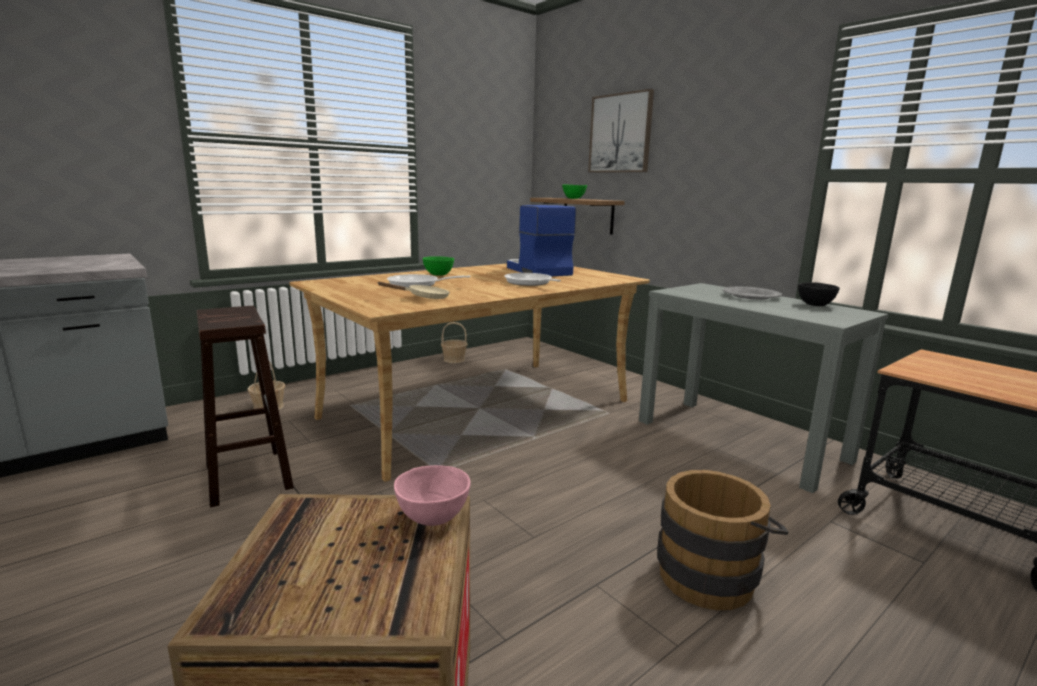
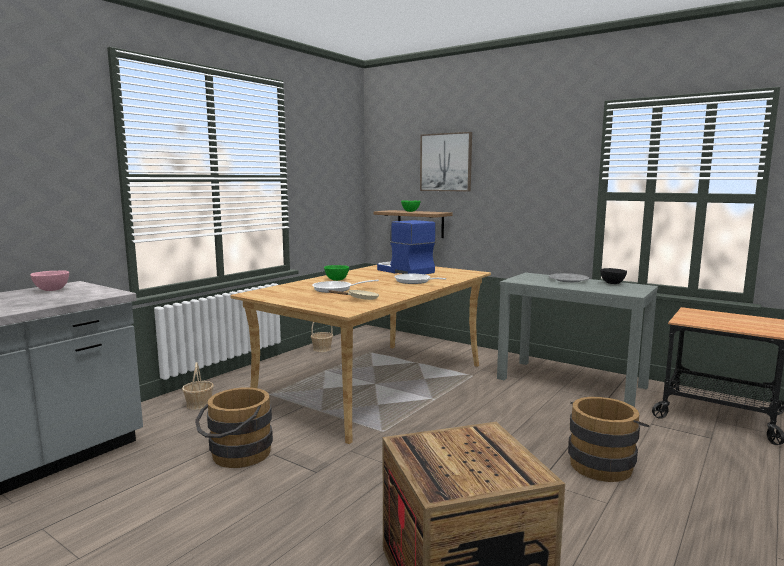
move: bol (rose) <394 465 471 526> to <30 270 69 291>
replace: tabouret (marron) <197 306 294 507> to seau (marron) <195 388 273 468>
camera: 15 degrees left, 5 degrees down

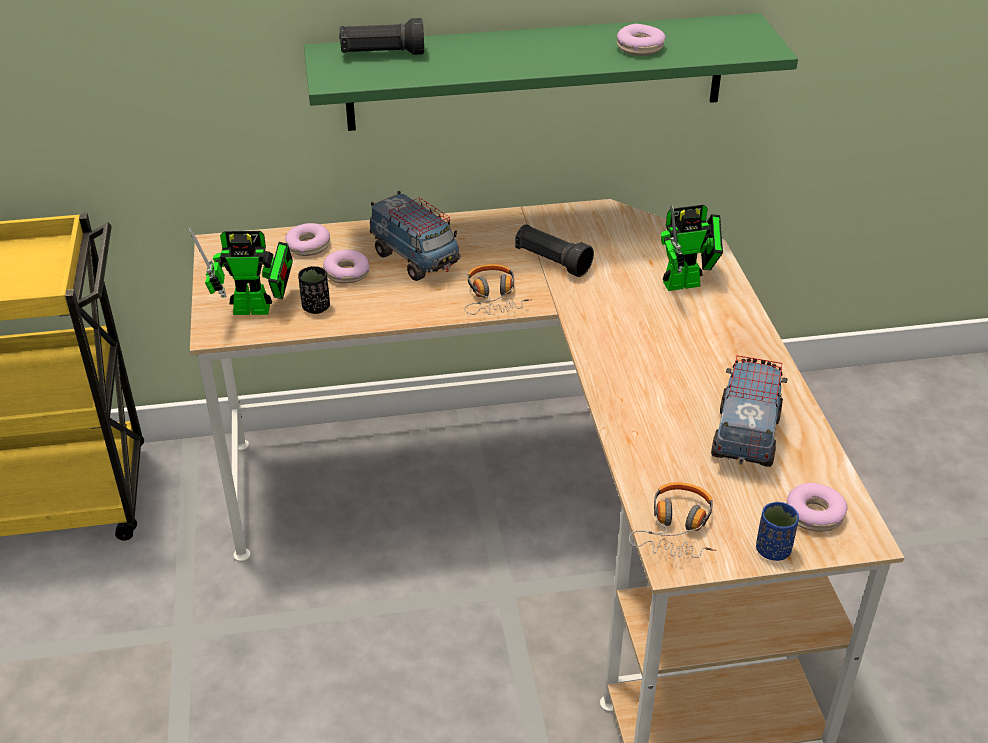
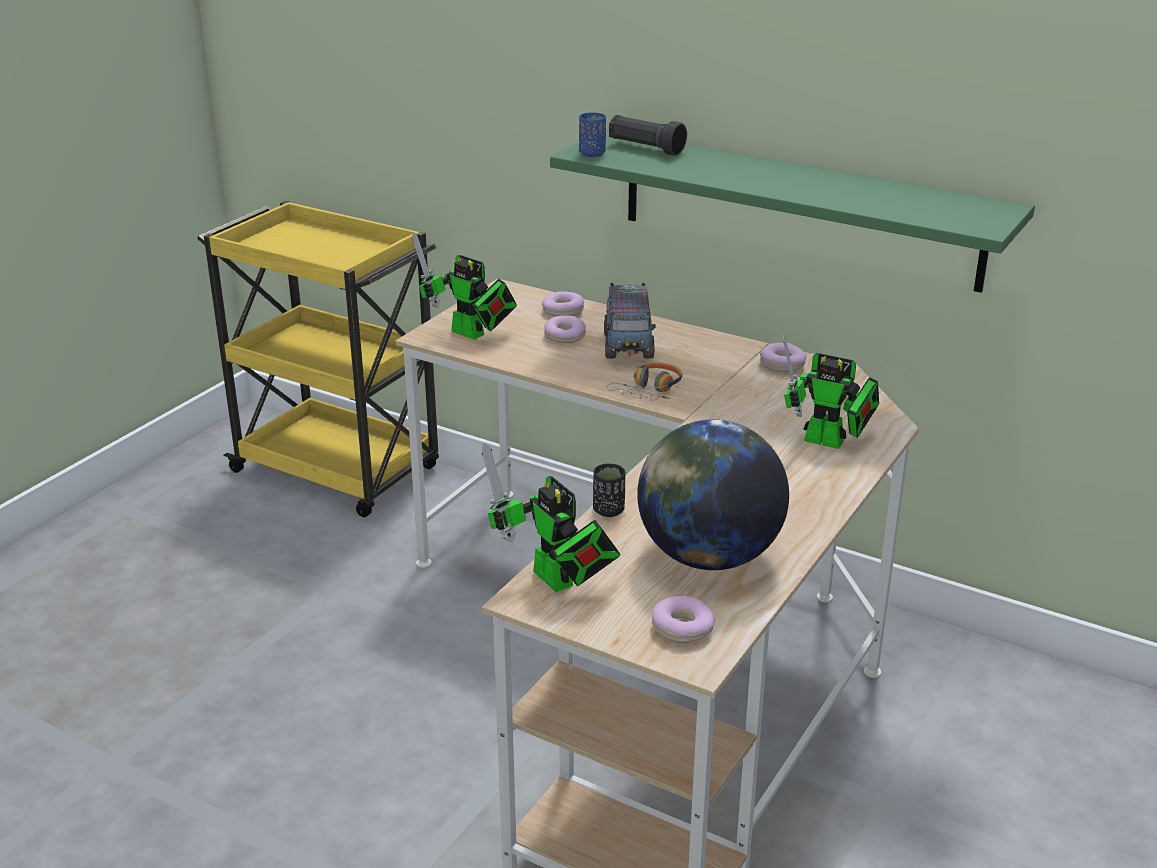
delete: lampe de poche (noir) <515 224 594 277>
move: tasse (bleu) <756 502 799 561> to <579 112 606 157>; tasse (noir) <298 266 330 314> to <593 464 626 517>; beignet <617 24 666 56> to <760 343 807 372>
replace: casque audio <629 482 717 558> to robot jouet <482 443 620 592>; camion jouet <711 355 787 467> to globe <637 420 789 570>
camera: 40 degrees right, 10 degrees down

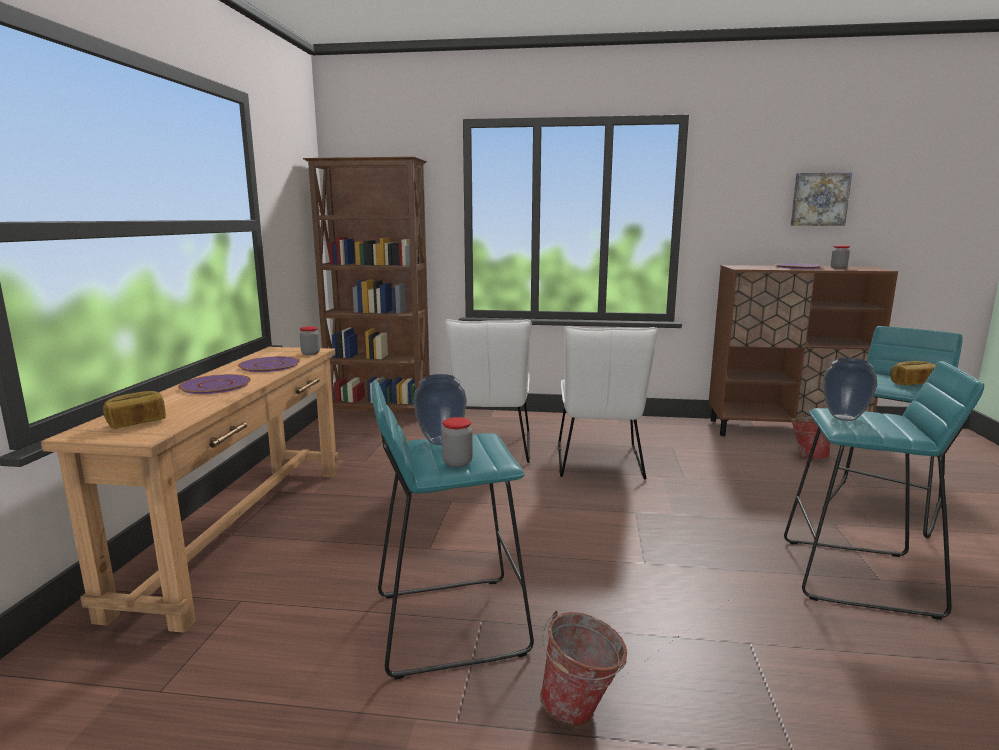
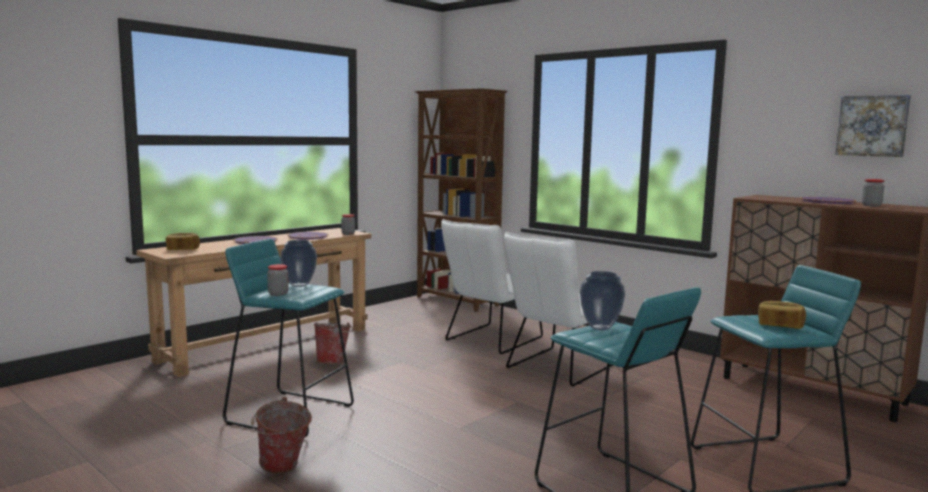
move: seau <791 414 830 460> to <314 322 353 364>
camera: 35 degrees right, 5 degrees down

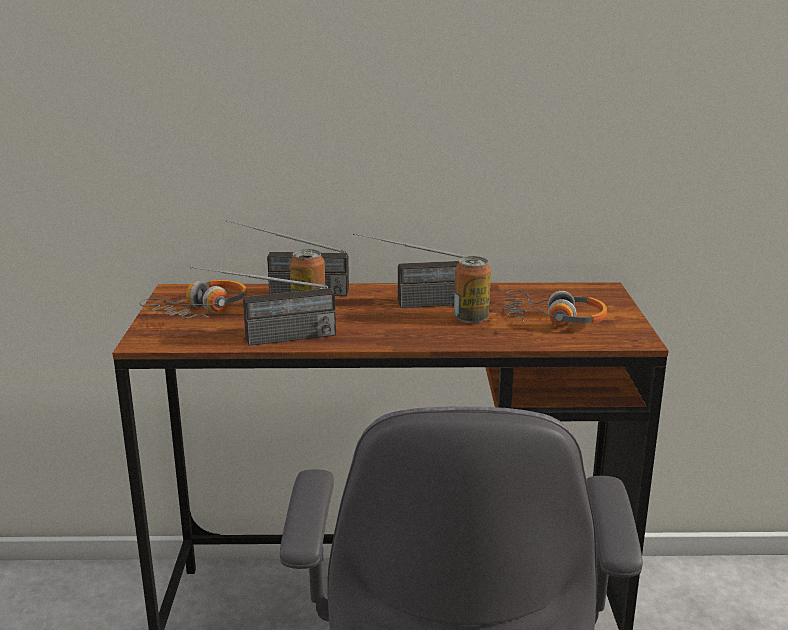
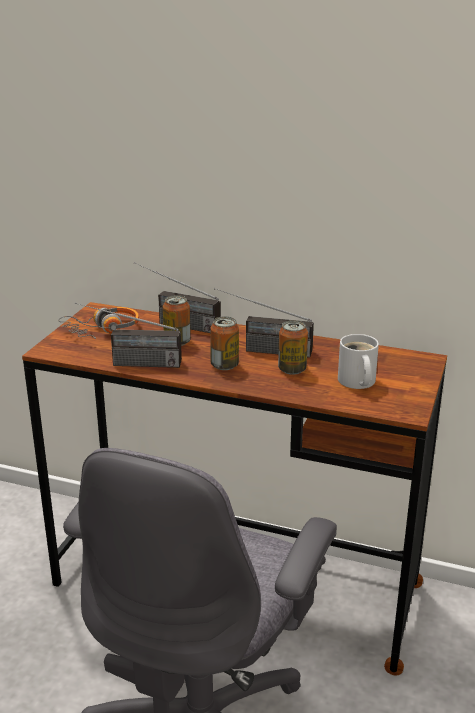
insert: boîte métallique <210 316 239 370>
replace: casque audio <502 290 607 327> to mug (blanc) <338 334 379 389>
camera: 20 degrees right, 5 degrees up

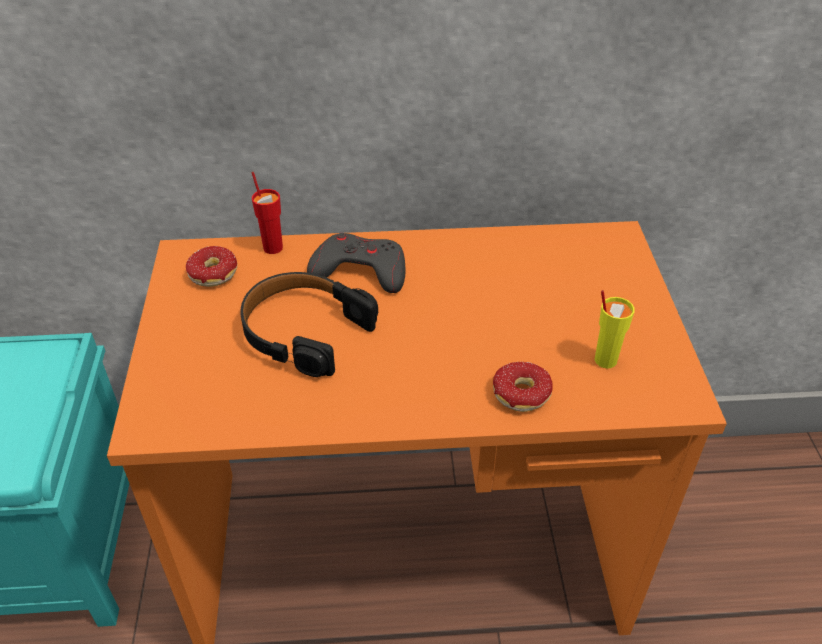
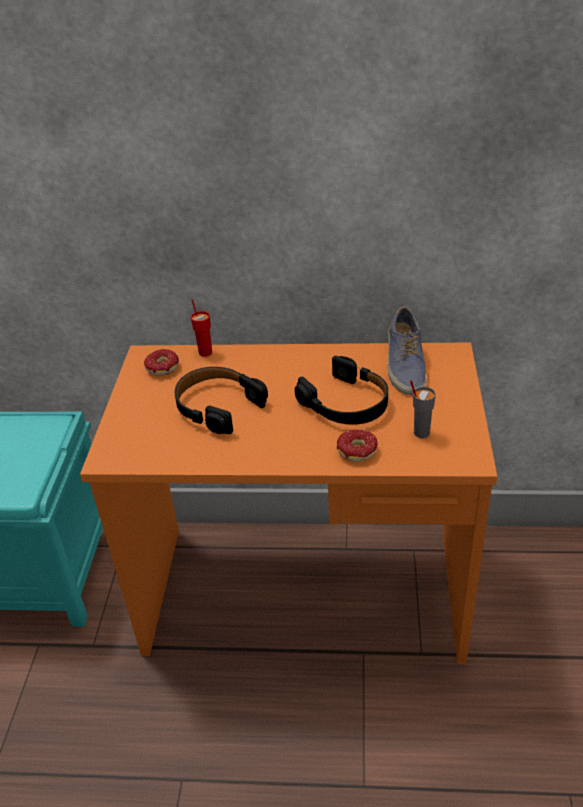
delete: manette (gris) <307 233 405 293>
insert: casque audio (noir) <295 356 388 425>; chaussure <388 306 427 395>
recolor: tasse (jaune) <595 290 635 369> to tasse (gris) <410 380 436 438>
camera: 10 degrees right, 5 degrees down

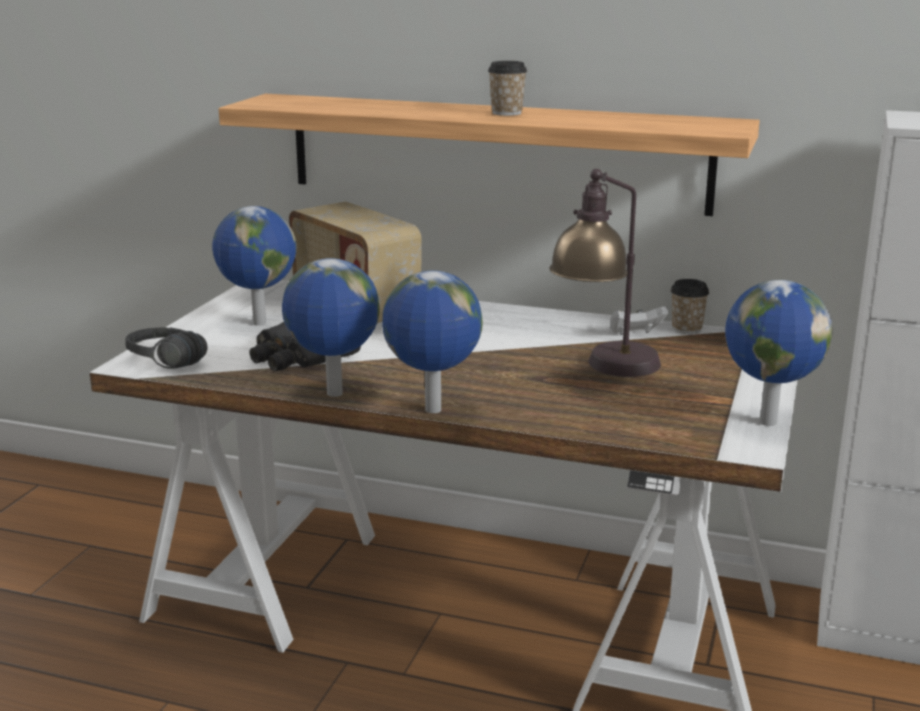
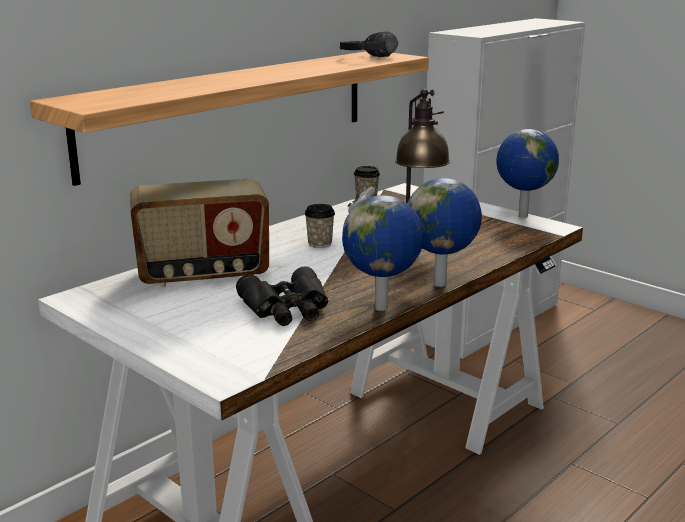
delete: globe <212 206 296 326>
move: tasse <488 61 527 116> to <304 204 335 248>; casque audio (noir) <125 328 208 369> to <340 32 398 57>
camera: 65 degrees left, 0 degrees up

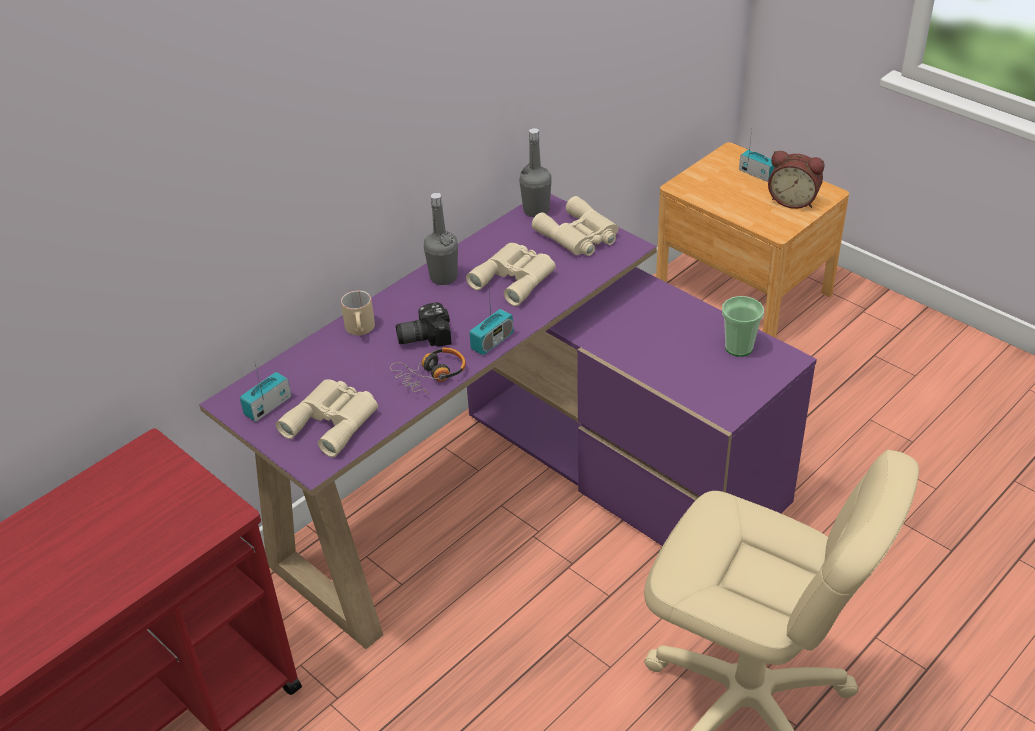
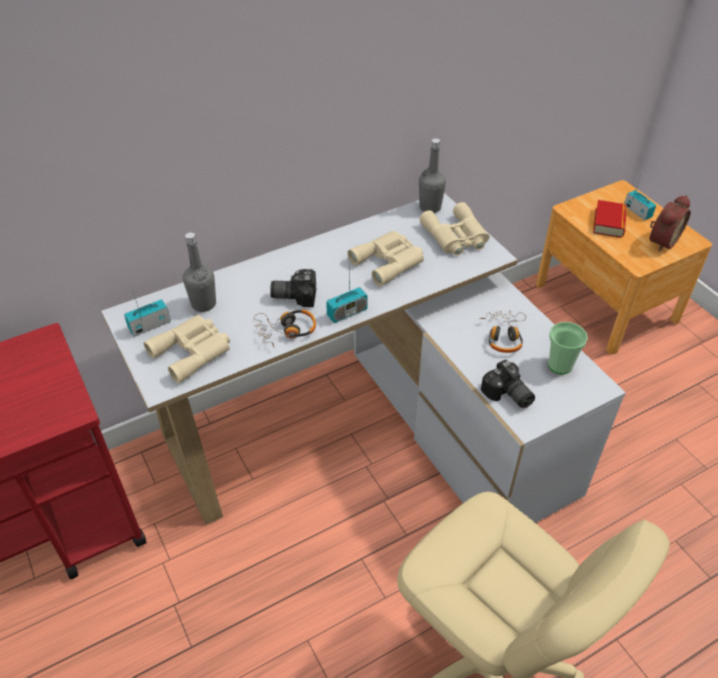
delete: mug (beige) <341 290 375 335>
insert: casque audio <479 311 526 353>; appareil photo <481 360 535 408>; livre <593 200 627 238>
move: bouteille (gris) <424 193 458 285> to <183 232 216 312>
recolor: bureau (violet) <199 194 817 649> to bureau (blanc) <101 193 626 525>
rotate: réveil <768 151 825 209> = <650 195 691 252> 90 degrees counterclockwise
camera: 15 degrees right, 5 degrees up

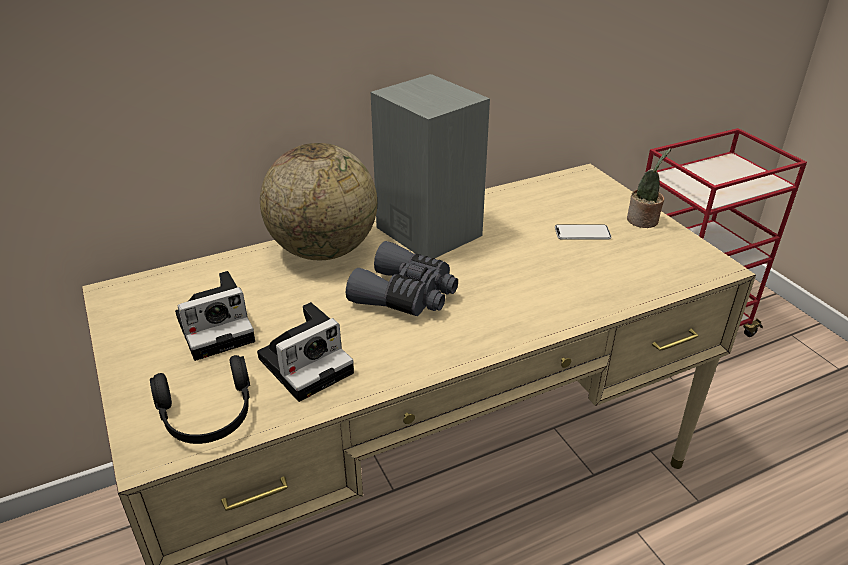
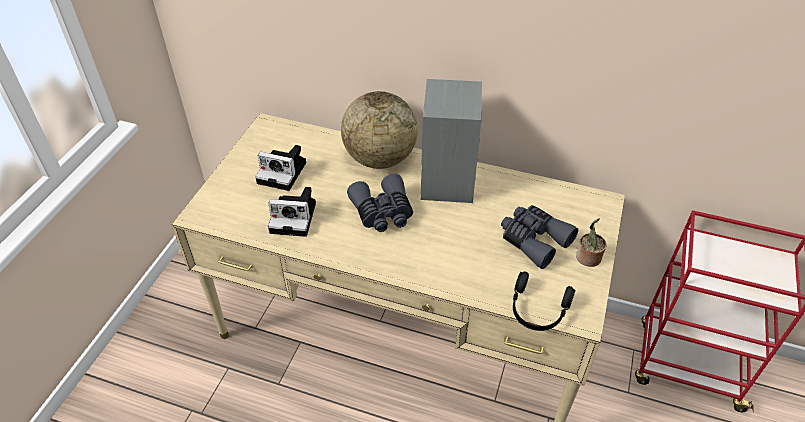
move: casque audio (noir) <150 355 250 444> to <513 271 575 331>
replace: téléphone <555 224 611 240> to jumelles (gris) <501 205 578 269>
camera: 45 degrees right, 10 degrees up

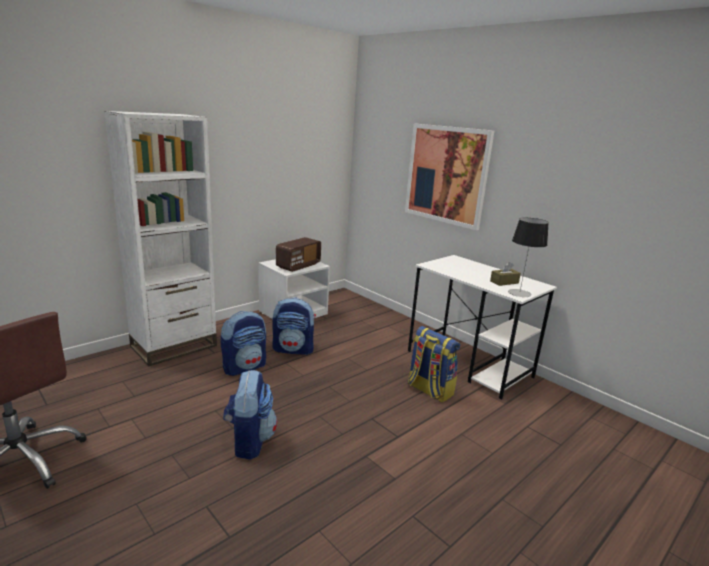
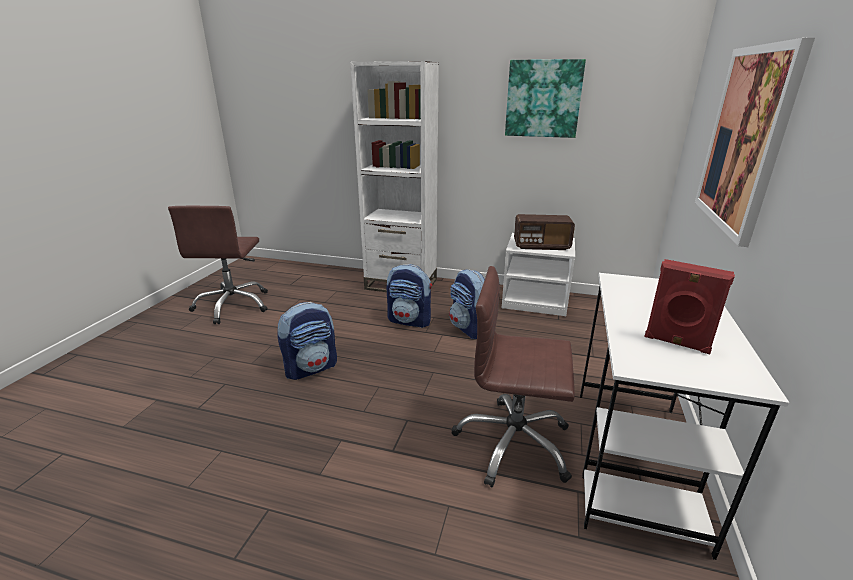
delete: lampe de table <508 217 549 297>
insert: tableau <505 59 586 138>
replace: sac à dos <408 326 460 403> to chaise de bureau (marron) <451 266 575 487>; boîte à mouchoirs (marron) <490 262 521 286> to enceinte (rouge) <644 259 735 354>
camera: 60 degrees right, 5 degrees up

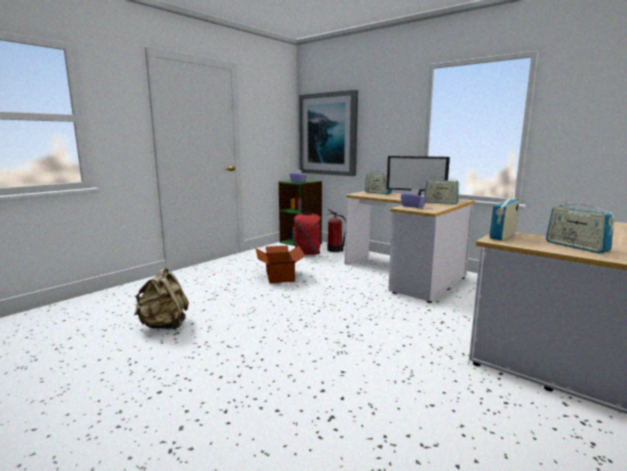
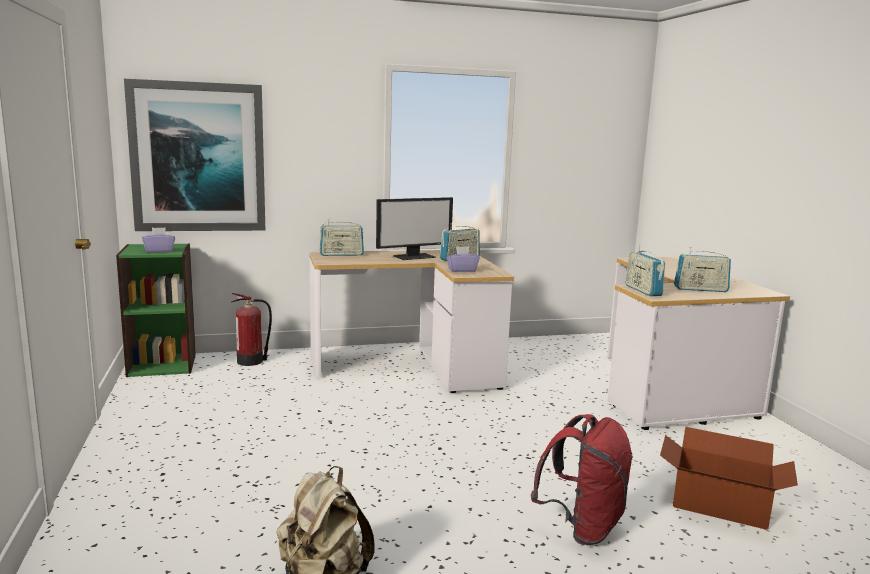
move: sac à dos (rouge) <293 212 322 255> to <531 414 633 545>; carton <256 246 305 283> to <660 427 798 530>
camera: 55 degrees left, 0 degrees up

